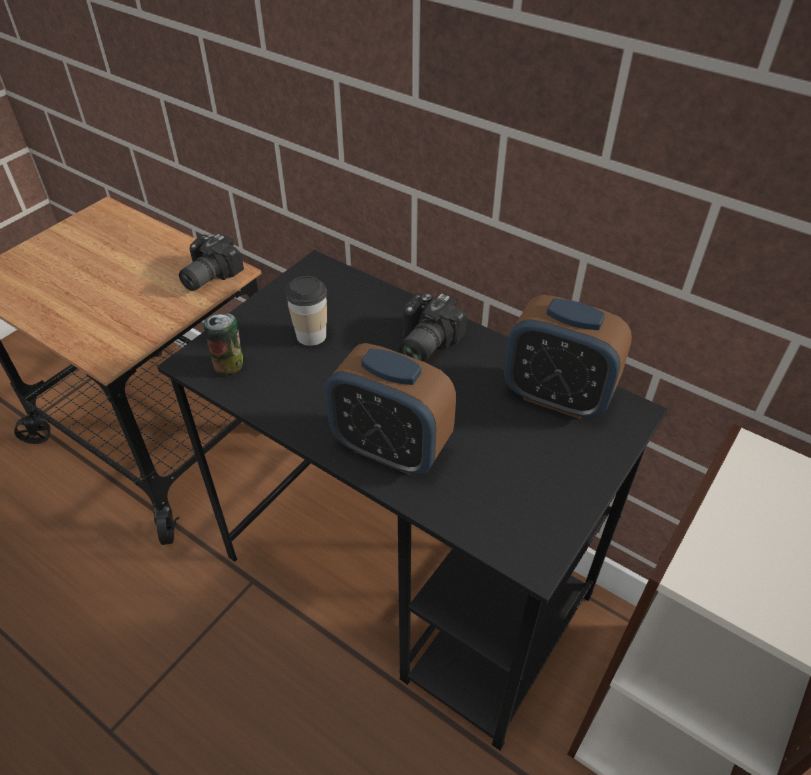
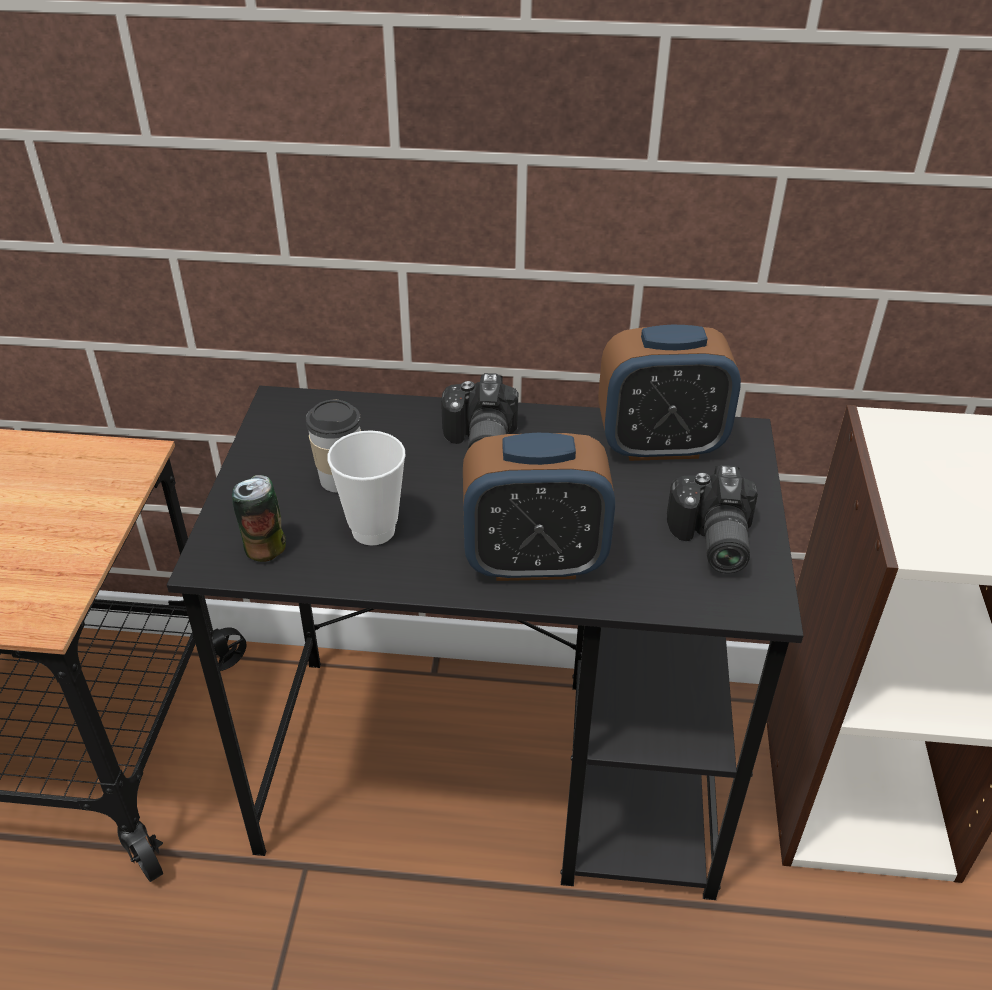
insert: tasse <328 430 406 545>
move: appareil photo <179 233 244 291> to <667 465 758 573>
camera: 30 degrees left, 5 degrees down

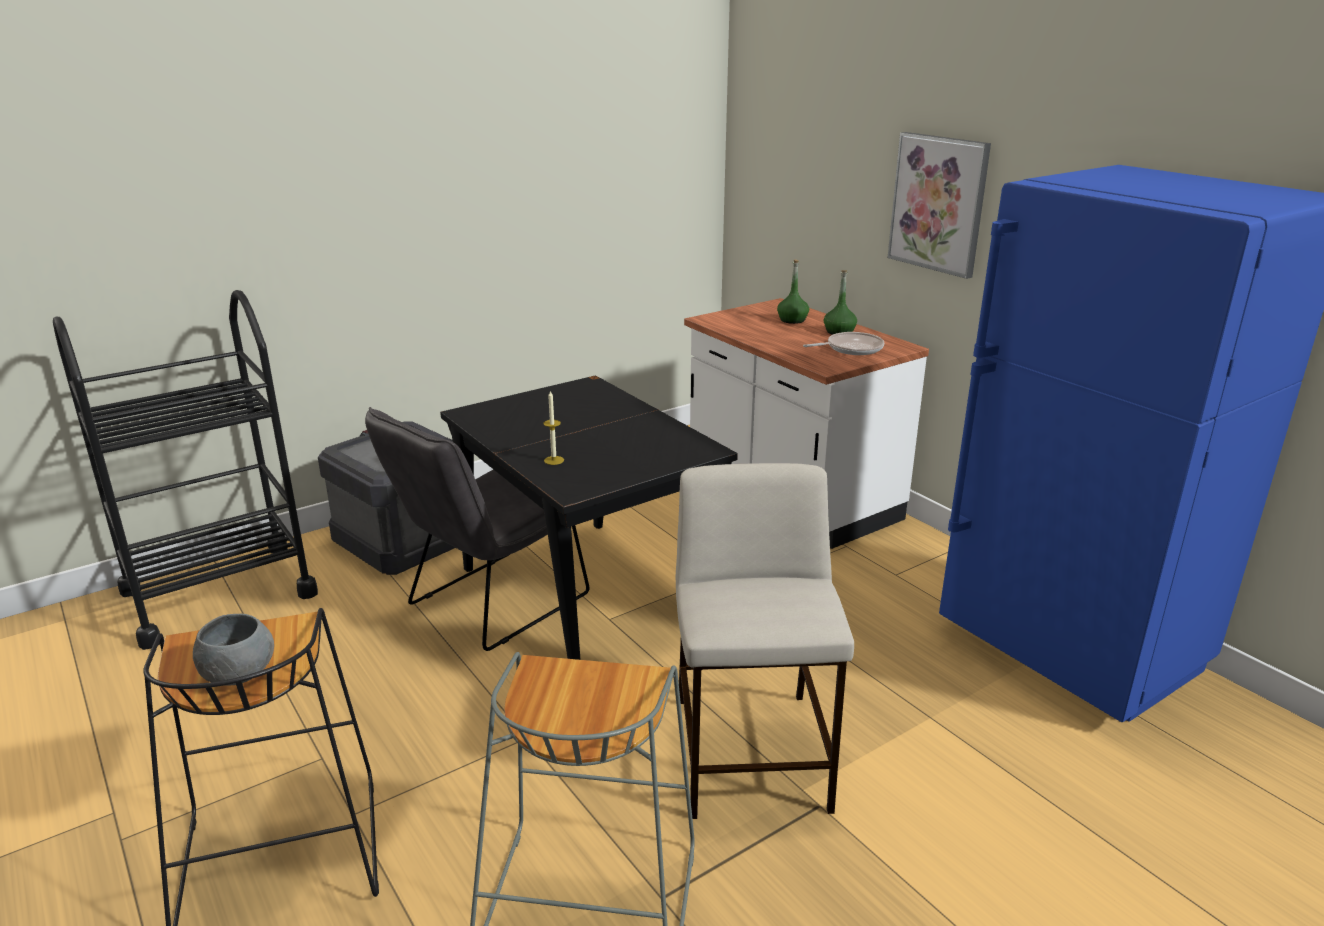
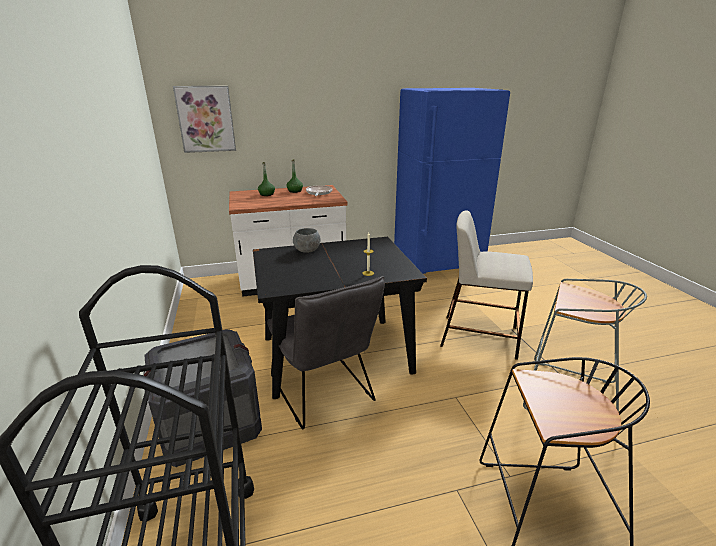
move: tableau <888 132 991 279> to <173 86 236 153>; bol (gris) <193 614 274 686> to <293 228 321 253>
camera: 70 degrees left, 0 degrees up

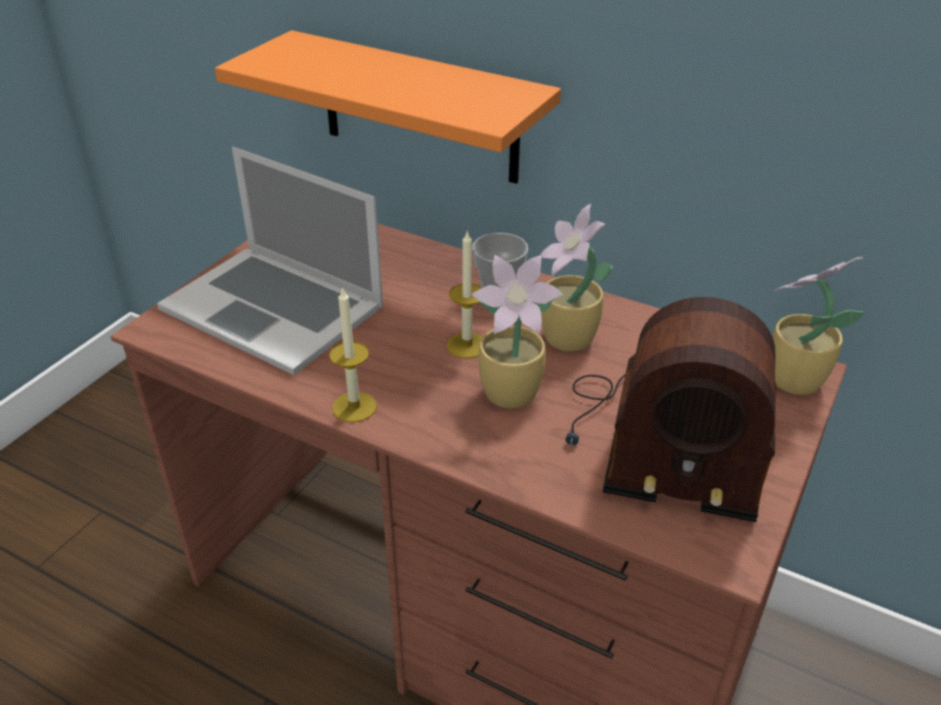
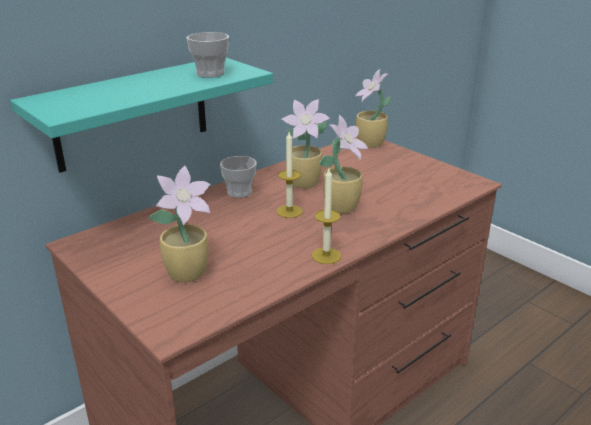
delete: radio <566 297 776 522>
insert: tasse <187 32 229 78>
replace: ordinateur portable <157 147 383 375> to plante en pot <148 166 210 282>
recolor: étagère (orange) <215 30 561 184> to étagère (turquoise) <10 57 273 173>
camera: 70 degrees left, 10 degrees down

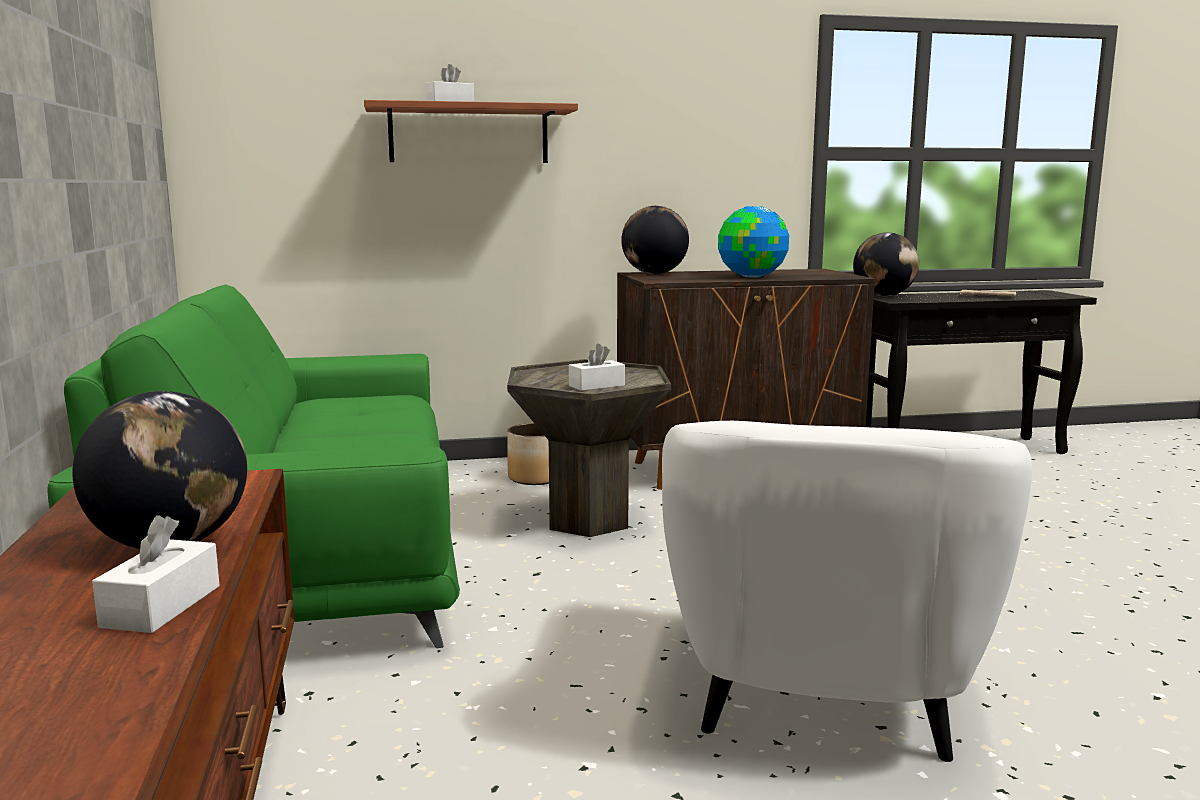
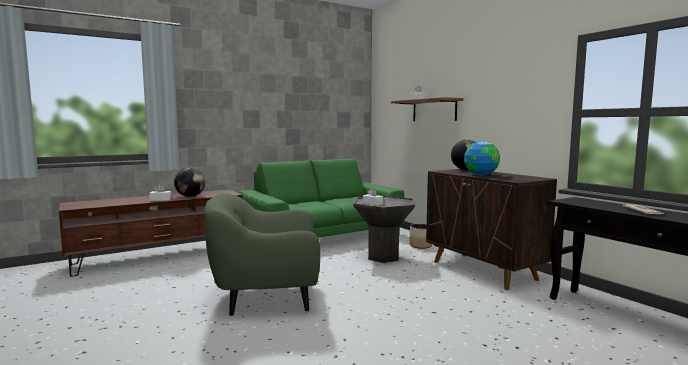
delete: globe <853 232 919 296>
recolor: fauteuil (blanc) <662 421 1032 762> to fauteuil (vert) <204 193 320 316>
camera: 70 degrees right, 5 degrees down

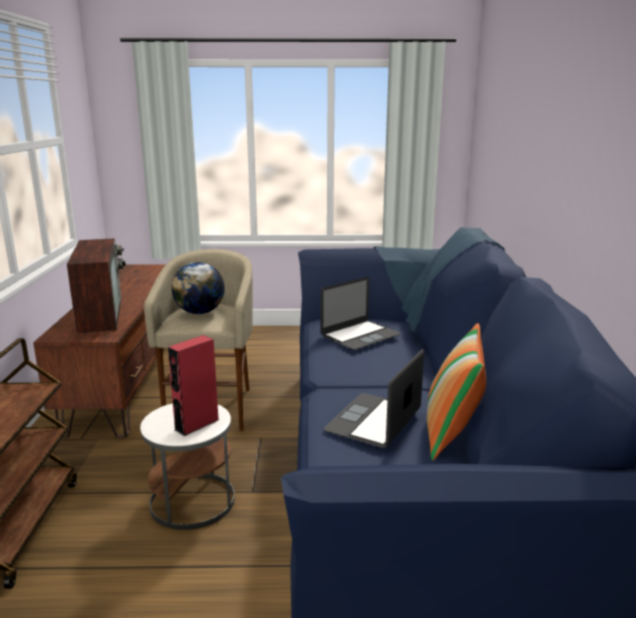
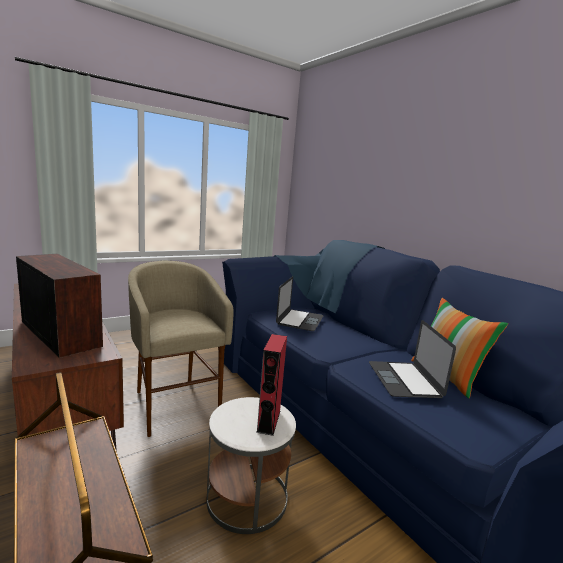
delete: globe <172 262 225 314>
camera: 35 degrees left, 5 degrees down

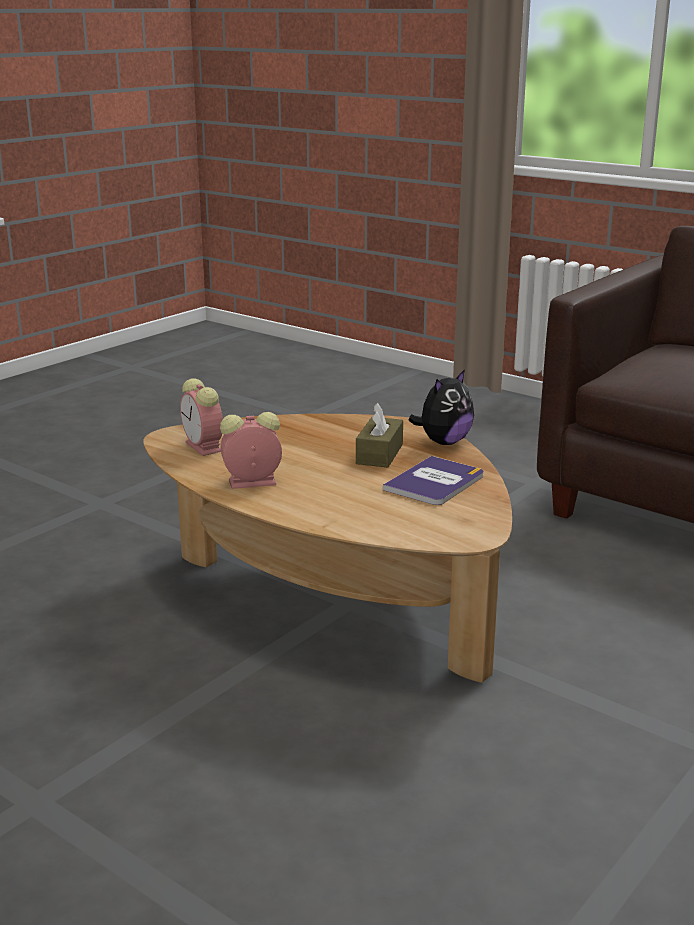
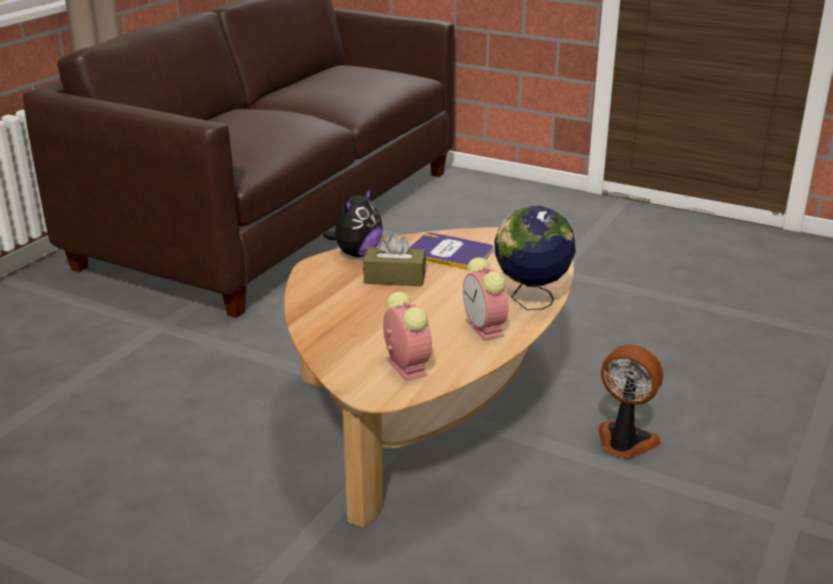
insert: globe <494 206 576 310>; ventilateur <599 344 663 459>
rotate: peluche <409 369 474 445> = <323 187 383 257> 90 degrees clockwise; réveil <180 378 223 456> = <383 292 432 381> 75 degrees counterclockwise
camera: 100 degrees left, 5 degrees up

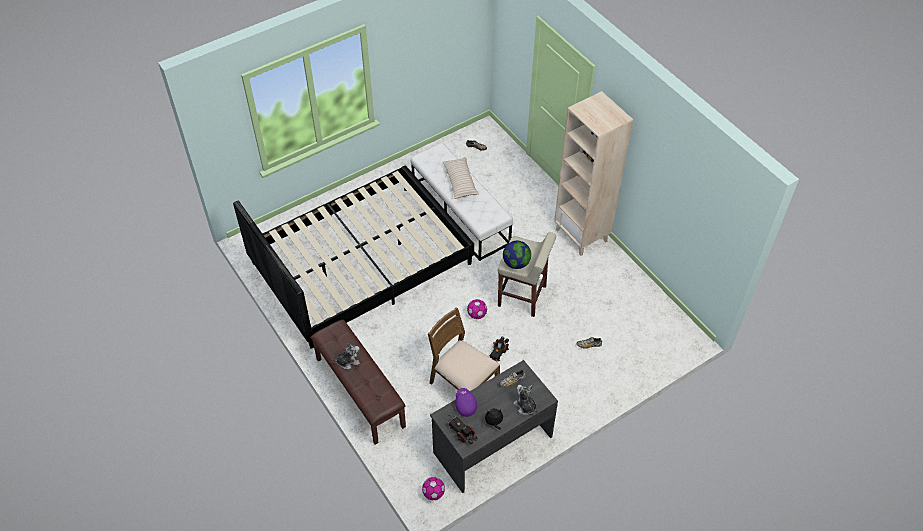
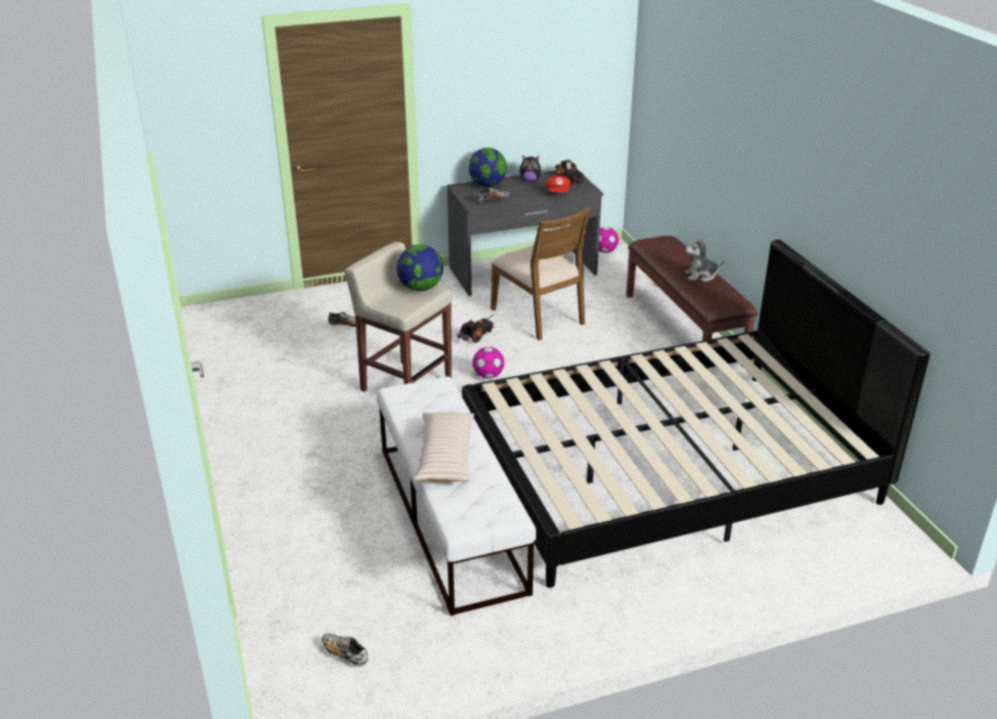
delete: bibliothèque (beige) <554 91 633 256>
replace: peluche <513 385 538 415> to globe <468 148 507 187>
recolor: casquette (violet) <455 388 477 417> to casquette (rouge) <545 176 572 192>
camera: 165 degrees left, 20 degrees down

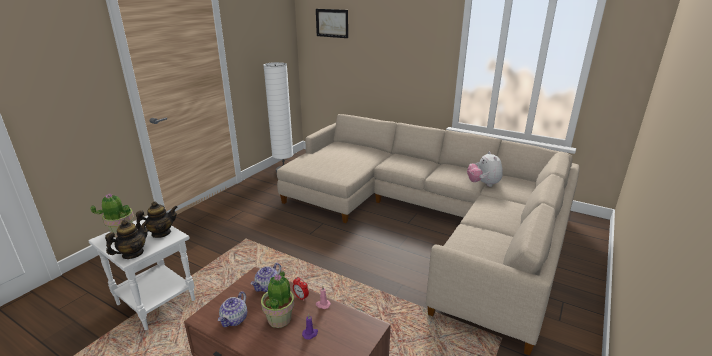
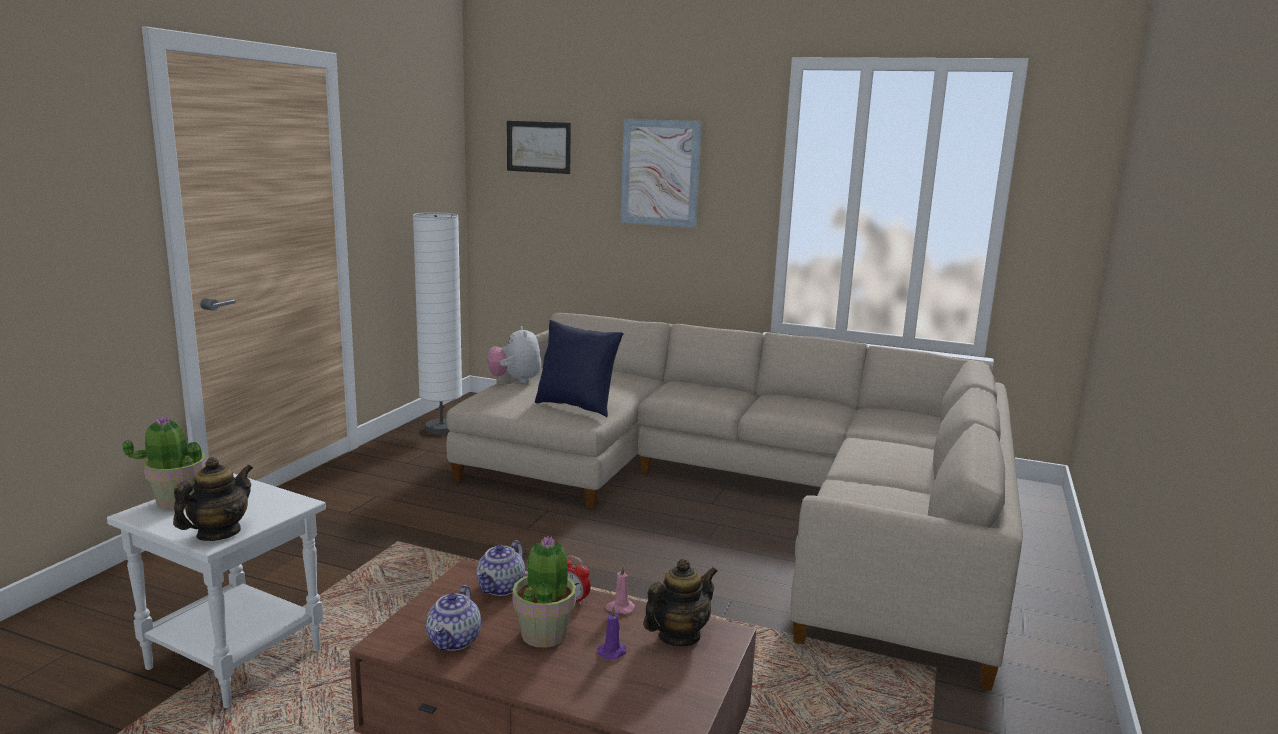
insert: coussin (bleu) <535 320 624 417>; tableau <621 119 702 228>
move: peluche <467 151 503 187> to <487 326 541 383>; théière <136 201 178 238> to <643 558 718 646>
camera: 10 degrees left, 10 degrees down

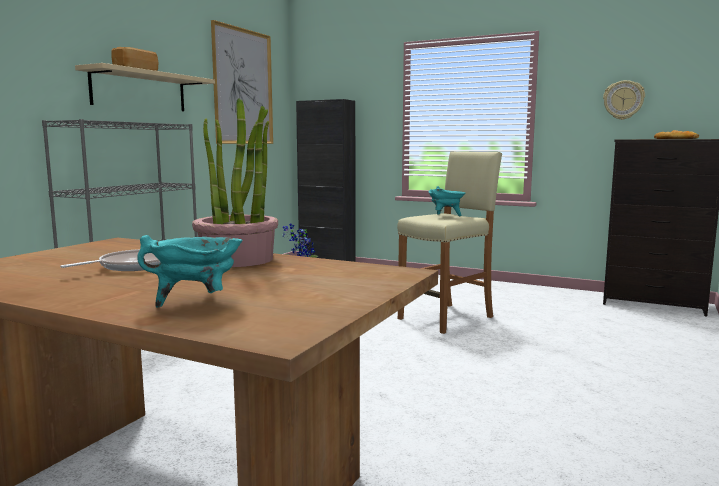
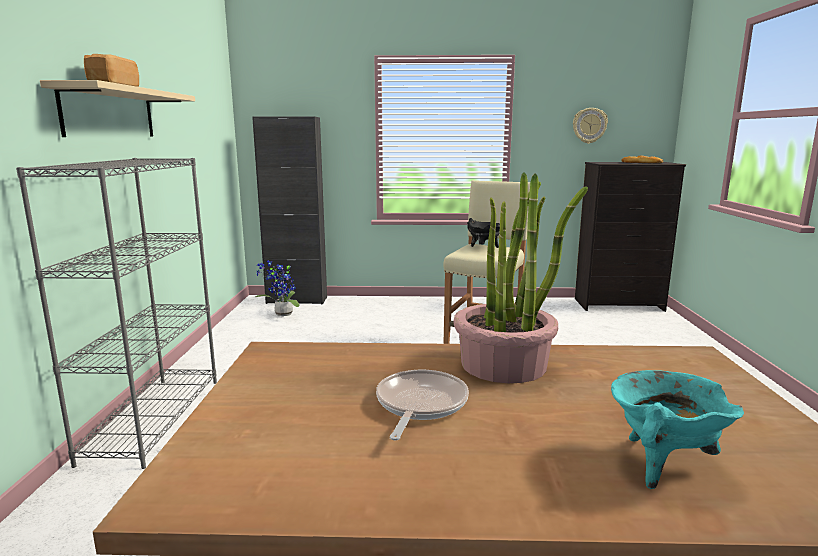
delete: tableau <211 20 273 144>
recolor: marmite (turquoise) <429 186 465 216> to marmite (noir) <467 218 500 248>
camera: 25 degrees left, 5 degrees up

